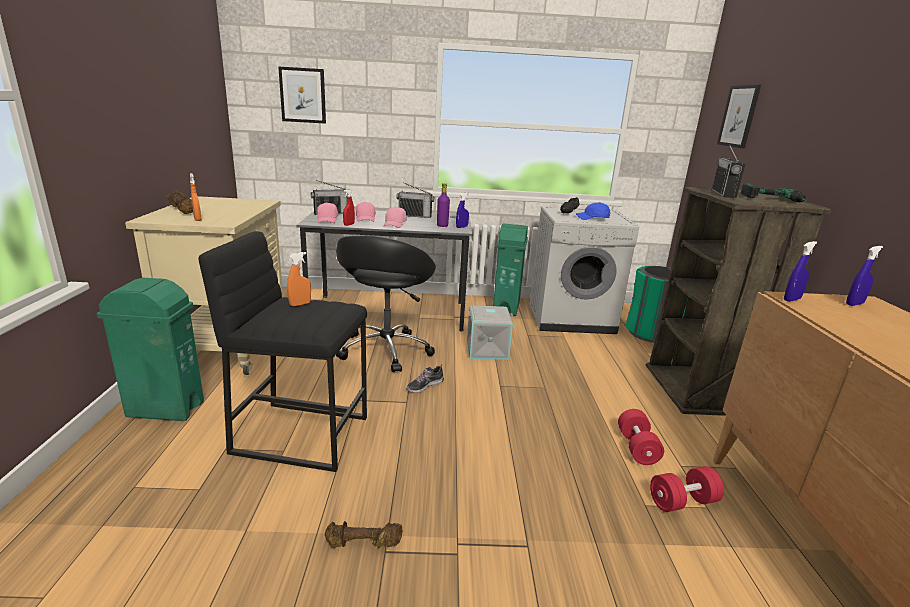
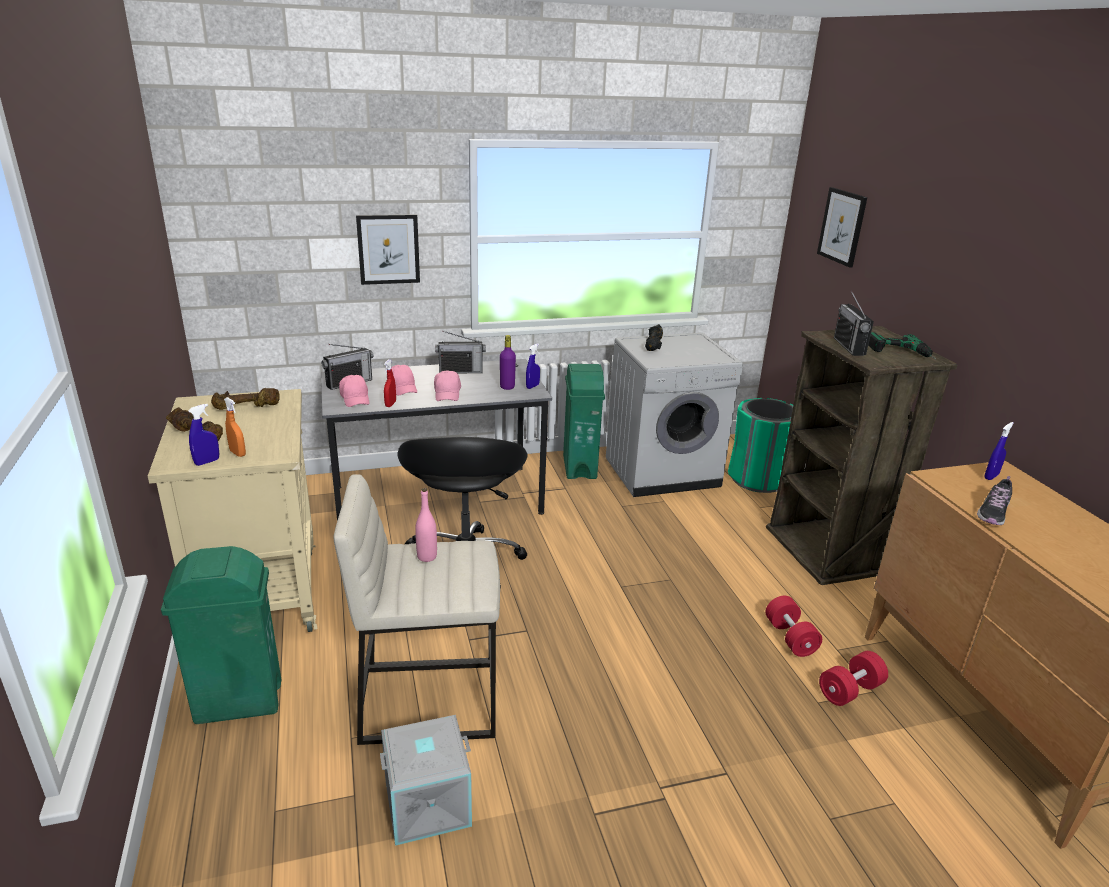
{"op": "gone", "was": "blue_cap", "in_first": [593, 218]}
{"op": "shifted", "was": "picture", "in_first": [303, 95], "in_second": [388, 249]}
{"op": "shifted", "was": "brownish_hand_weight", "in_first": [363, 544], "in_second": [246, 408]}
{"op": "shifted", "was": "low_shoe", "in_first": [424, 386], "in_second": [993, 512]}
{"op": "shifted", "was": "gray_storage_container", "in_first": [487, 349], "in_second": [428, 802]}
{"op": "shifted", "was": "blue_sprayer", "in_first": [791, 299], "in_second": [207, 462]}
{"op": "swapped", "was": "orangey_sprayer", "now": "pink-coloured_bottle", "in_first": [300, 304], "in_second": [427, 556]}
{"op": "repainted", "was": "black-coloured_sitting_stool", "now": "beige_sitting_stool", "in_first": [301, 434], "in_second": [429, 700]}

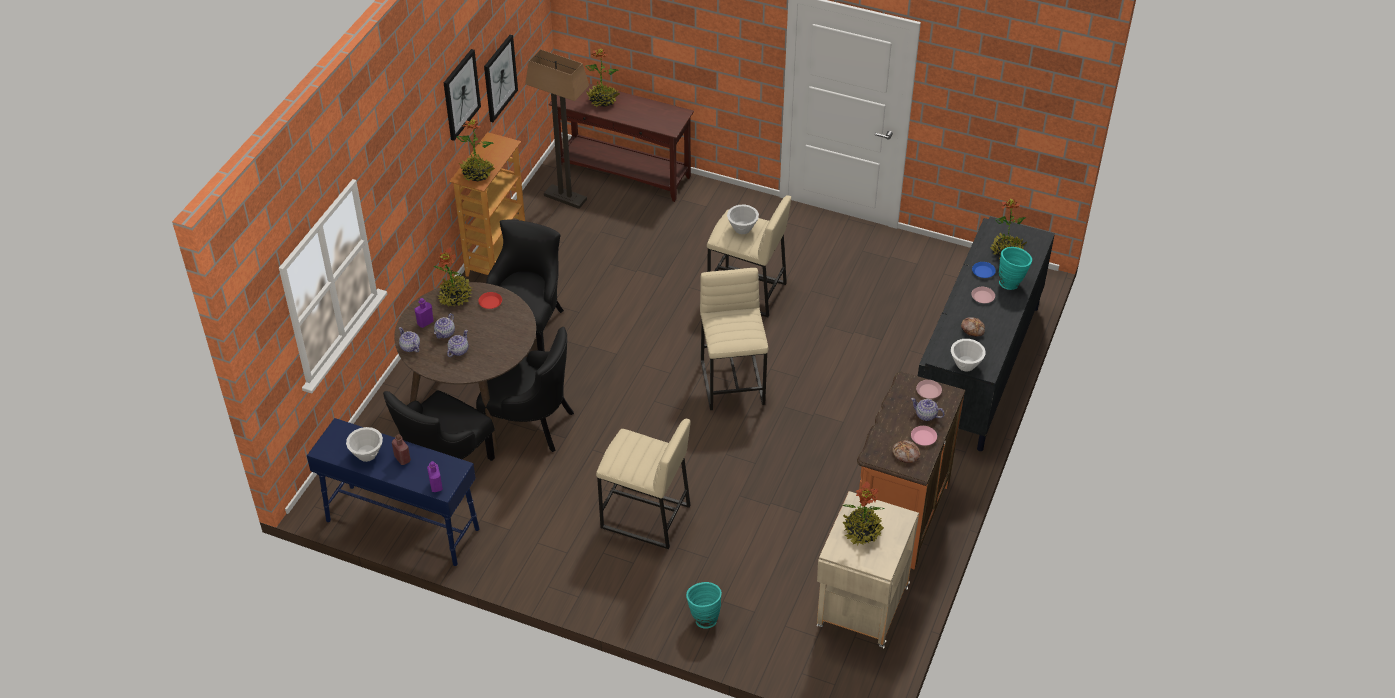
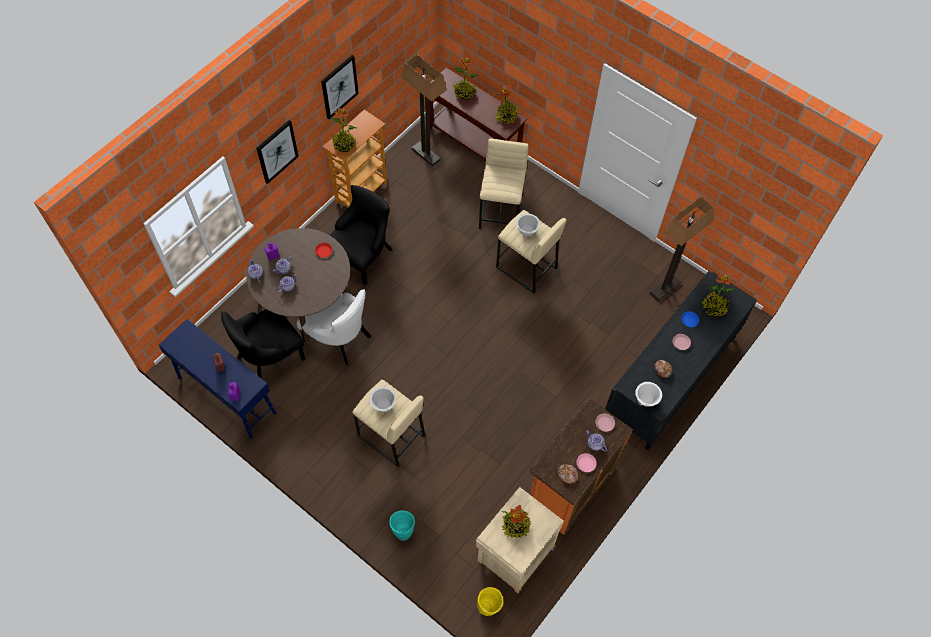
{"op": "gone", "was": "turquoise_decorative_vase", "in_first": [1011, 282]}
{"op": "new", "now": "yellow_decorative_vase", "in_second": [489, 606]}
{"op": "new", "now": "standing_lamp", "in_second": [665, 288]}
{"op": "shifted", "was": "white_deep_dish", "in_first": [367, 454], "in_second": [383, 405]}
{"op": "shifted", "was": "potted_plant", "in_first": [455, 297], "in_second": [506, 116]}
{"op": "shifted", "was": "picture", "in_first": [499, 78], "in_second": [277, 151]}
{"op": "shifted", "was": "beige_sitting_stool", "in_first": [732, 382], "in_second": [500, 212]}
{"op": "repainted", "was": "black-coloured_plain_chair", "now": "white_plain_chair", "in_first": [528, 424], "in_second": [337, 337]}

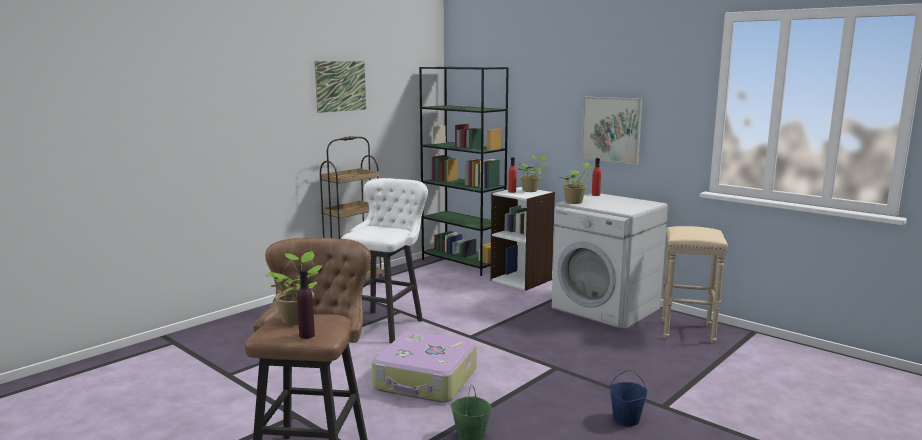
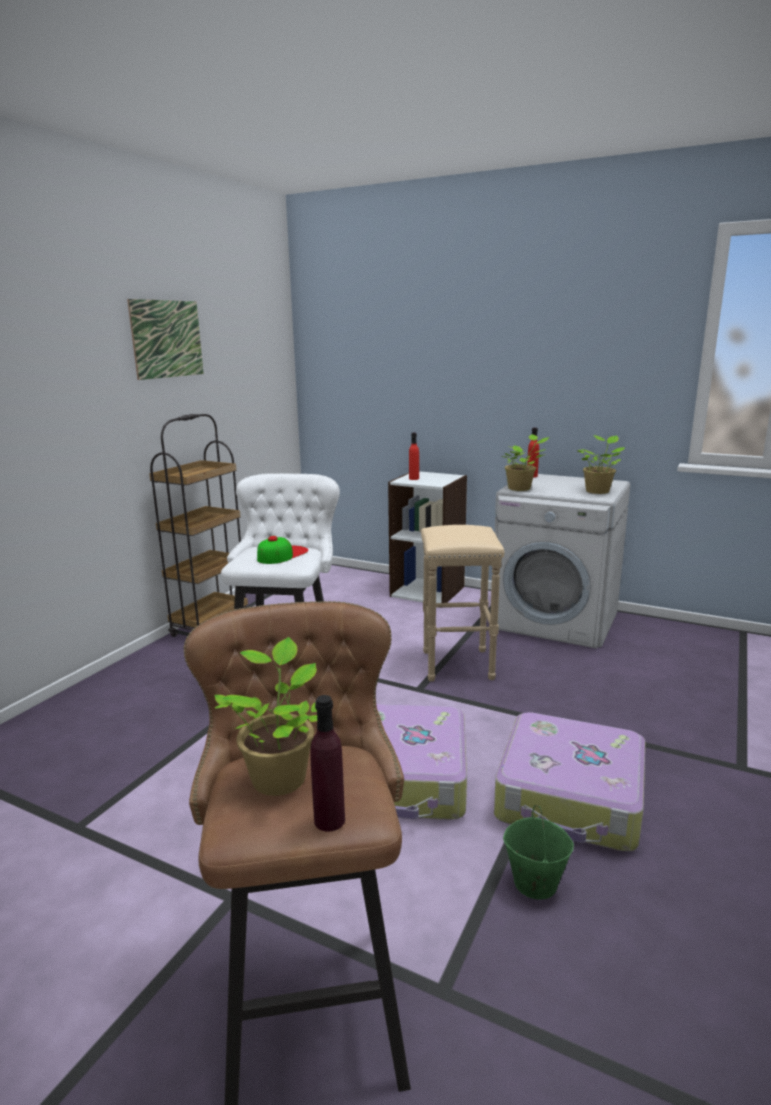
{"op": "gone", "was": "green_shelving_unit", "in_first": [463, 263]}
{"op": "gone", "was": "picture", "in_first": [611, 129]}
{"op": "gone", "was": "blue_water_bucket", "in_first": [626, 420]}
{"op": "new", "now": "cap", "in_second": [282, 554]}
{"op": "new", "now": "suitcase", "in_second": [570, 798]}
{"op": "shifted", "was": "potted_plant", "in_first": [531, 190], "in_second": [598, 491]}
{"op": "shifted", "was": "beige_sitting_stool", "in_first": [688, 331], "in_second": [459, 664]}

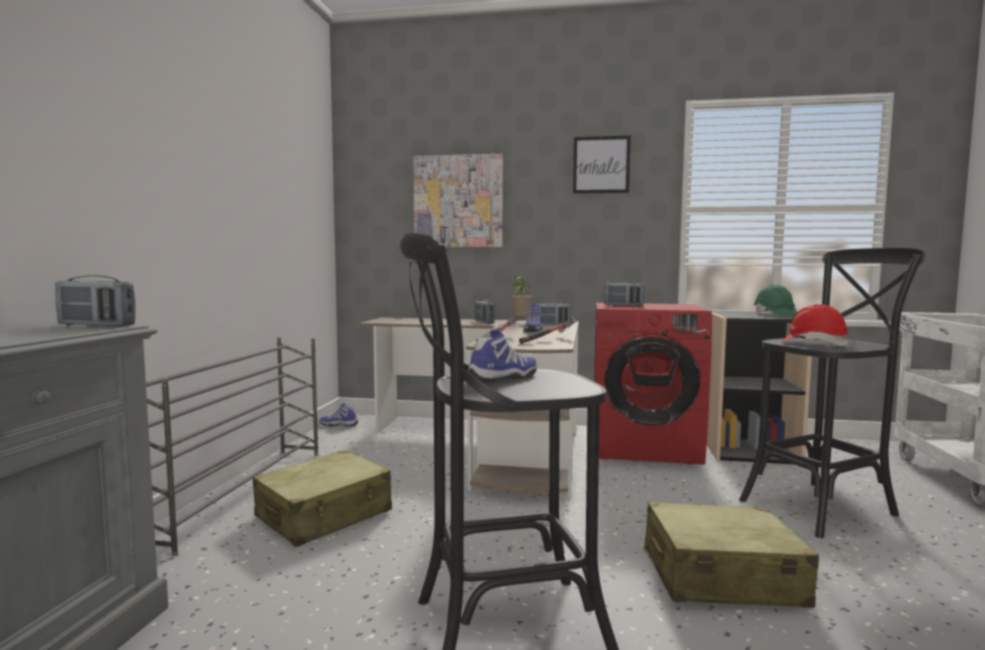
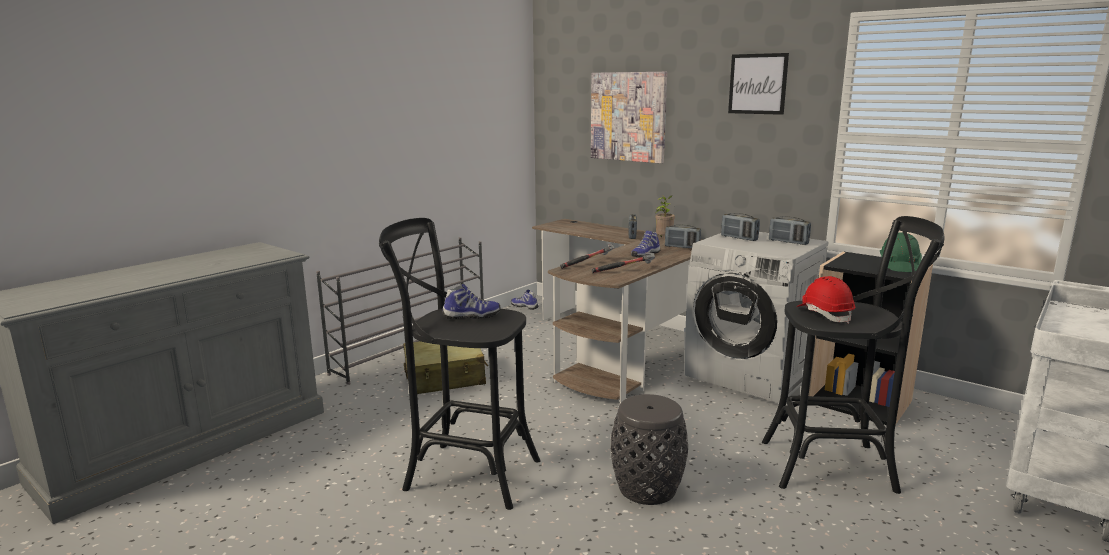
{"op": "shifted", "was": "radio_receiver", "in_first": [96, 325], "in_second": [788, 242]}
{"op": "swapped", "was": "beige_suitcase", "now": "gray_sitting_stool", "in_first": [720, 577], "in_second": [647, 488]}
{"op": "repainted", "was": "red-coloured_washing_machine", "now": "white_washing_machine", "in_first": [644, 450], "in_second": [749, 378]}

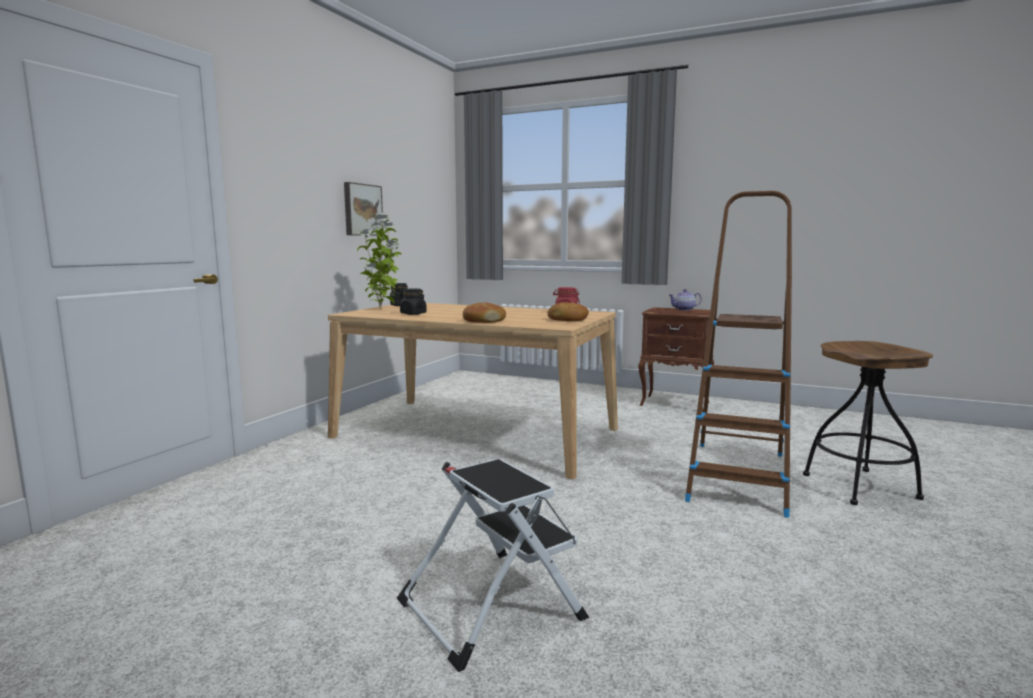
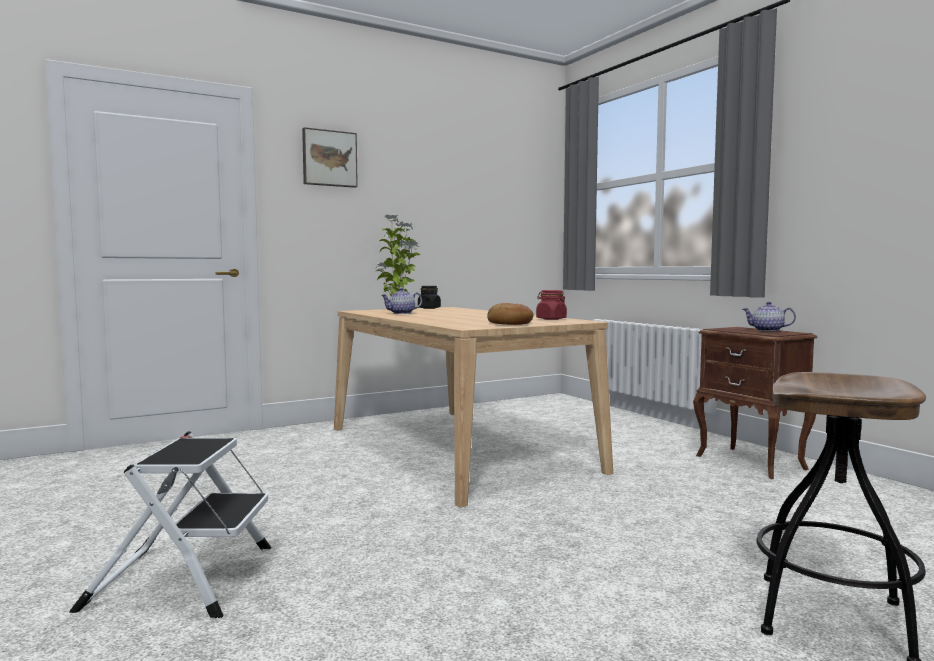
{"op": "gone", "was": "baked_bread", "in_first": [483, 321]}
{"op": "gone", "was": "brownish_stepladder", "in_first": [738, 476]}
{"op": "shifted", "was": "picture", "in_first": [362, 210], "in_second": [329, 158]}
{"op": "swapped", "was": "black-coloured_preserve_jar", "now": "teapot", "in_first": [413, 314], "in_second": [401, 313]}

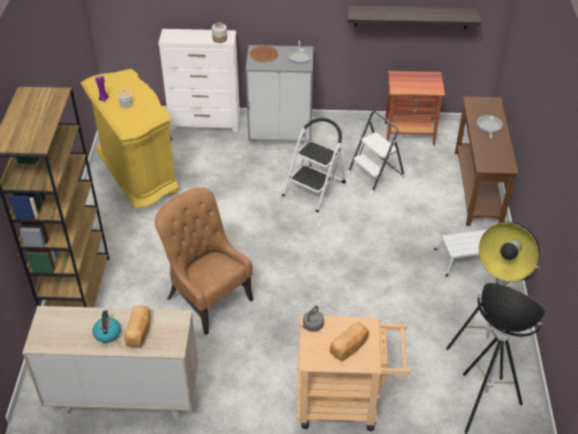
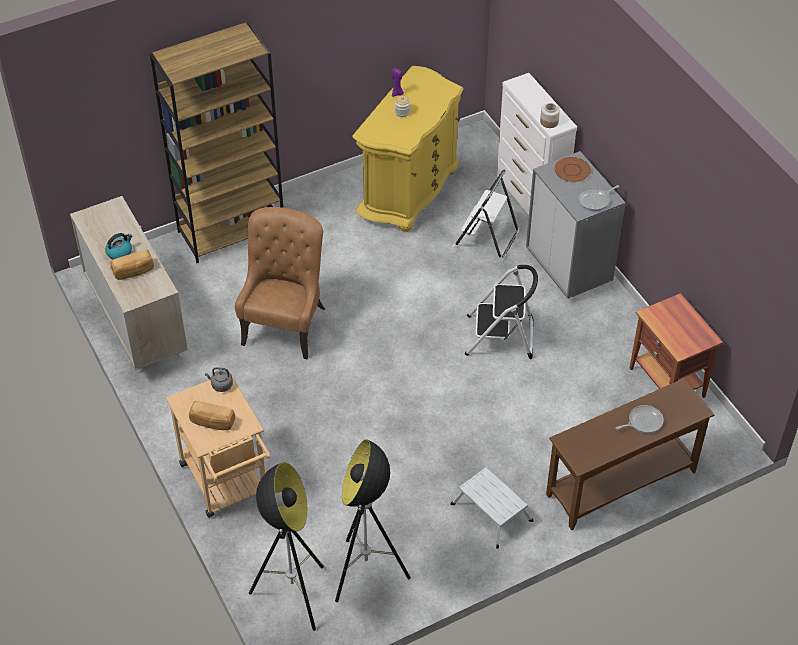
{"op": "gone", "was": "shelf", "in_first": [411, 17]}
{"op": "shifted", "was": "white_stepladder", "in_first": [377, 174], "in_second": [488, 240]}

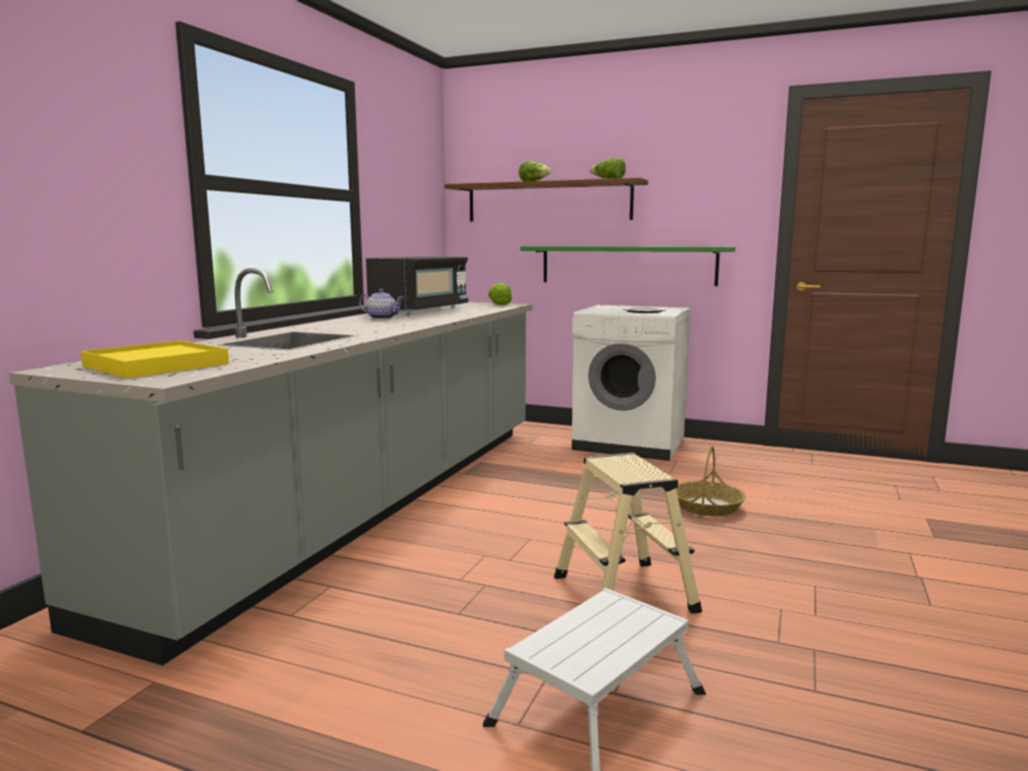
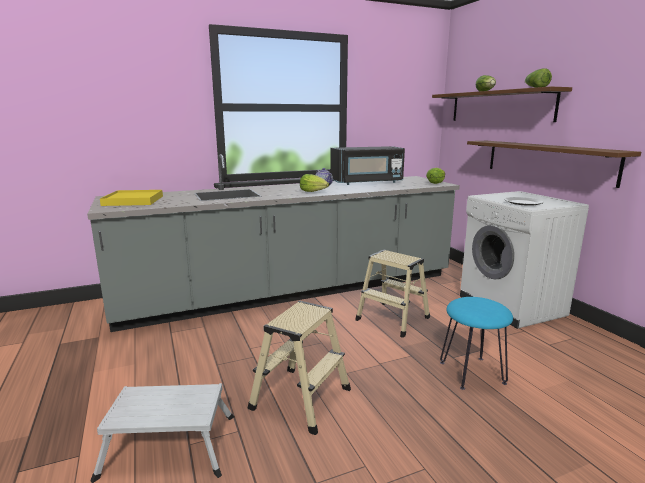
{"op": "new", "now": "lettuce_head", "in_second": [313, 191]}
{"op": "new", "now": "beige_stepladder", "in_second": [393, 318]}
{"op": "swapped", "was": "basket", "now": "turquoise_sitting_stool", "in_first": [707, 506], "in_second": [472, 372]}
{"op": "repainted", "was": "green_shelf", "now": "brownish_shelf", "in_first": [627, 265], "in_second": [547, 161]}

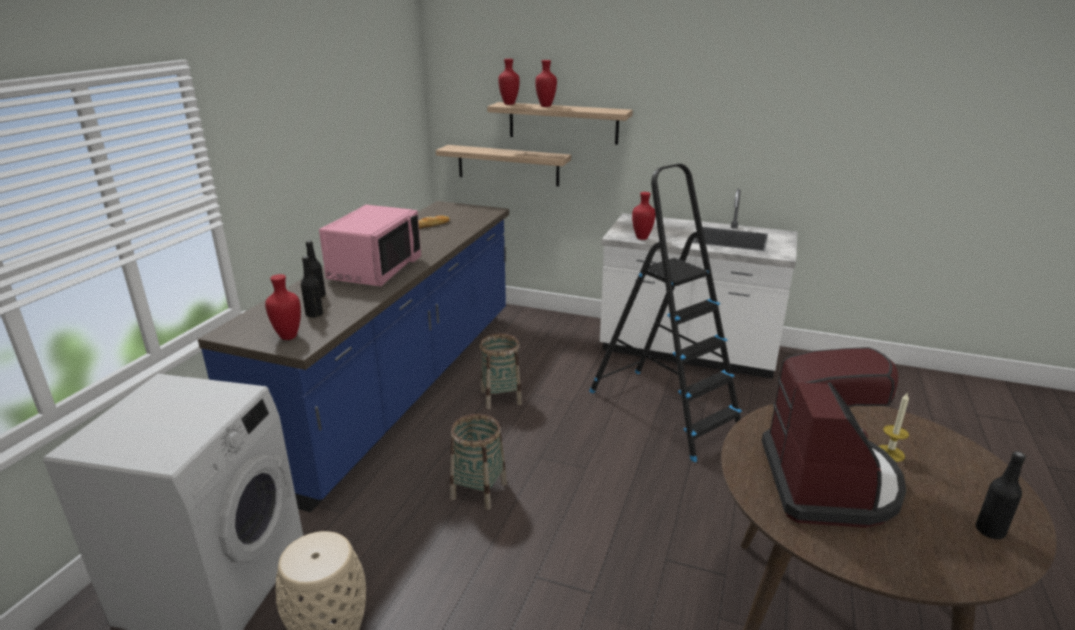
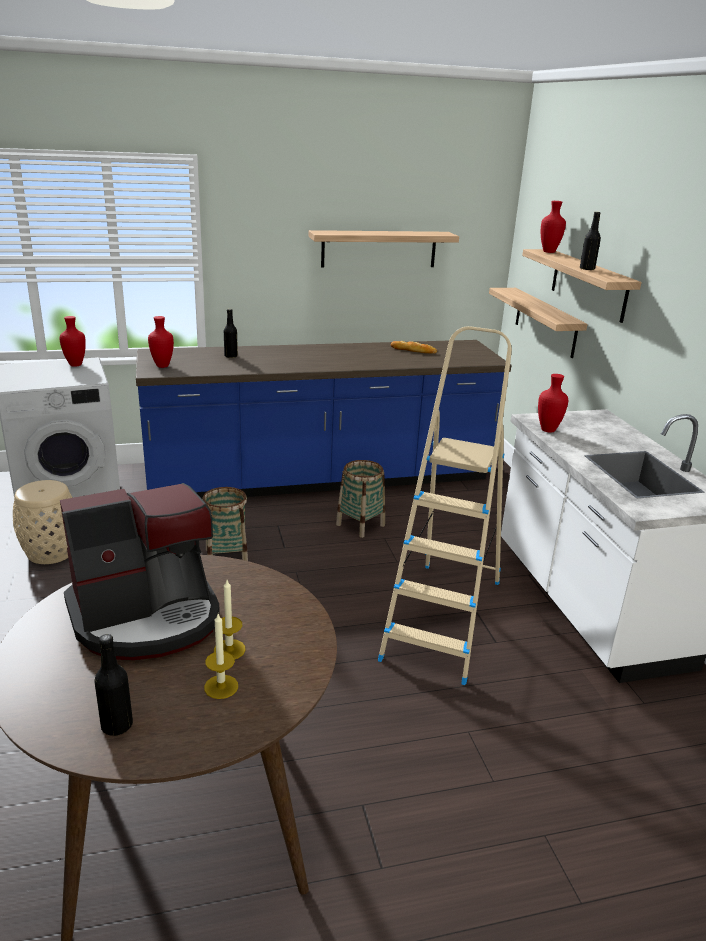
{"op": "gone", "was": "pink-coloured_microwave", "in_first": [374, 269]}
{"op": "new", "now": "wax_candle", "in_second": [221, 686]}
{"op": "new", "now": "shelf", "in_second": [379, 249]}
{"op": "shifted", "was": "black-coloured_bottle", "in_first": [314, 314], "in_second": [587, 269]}
{"op": "shifted", "was": "red-coloured_decorative_vase", "in_first": [545, 106], "in_second": [76, 364]}
{"op": "repainted", "was": "black-coloured_stepladder", "now": "beige_stepladder", "in_first": [663, 412], "in_second": [443, 618]}

